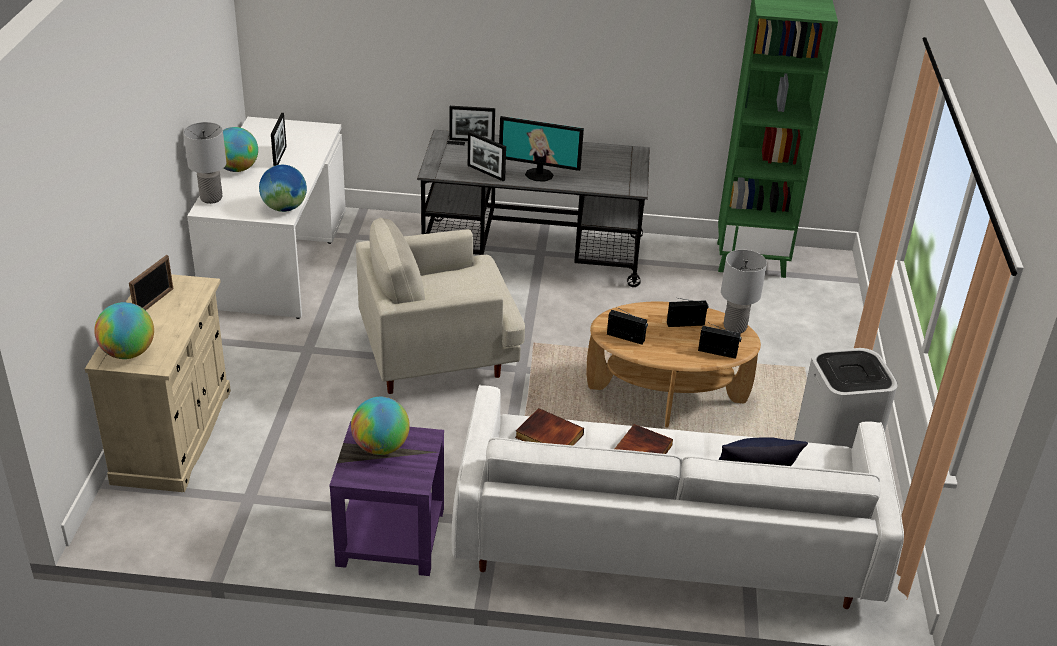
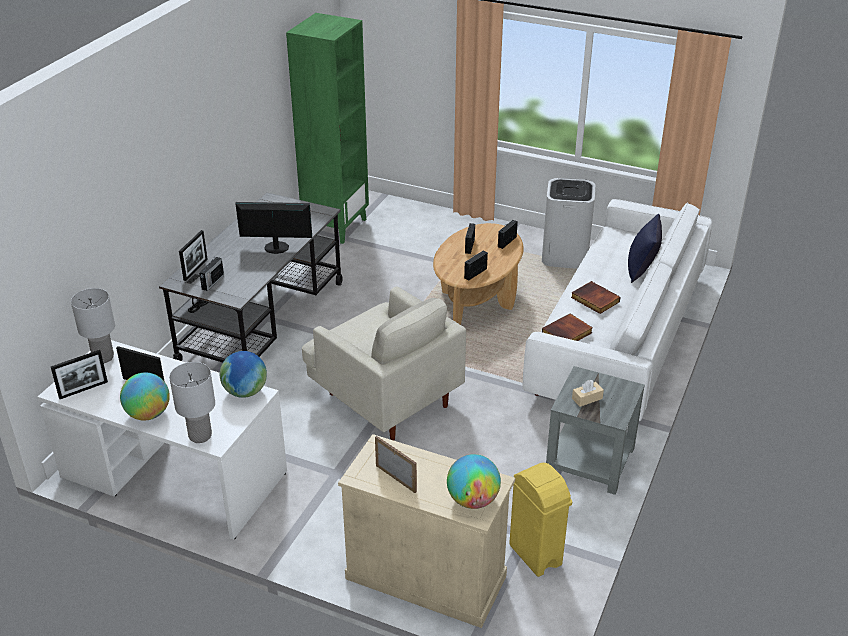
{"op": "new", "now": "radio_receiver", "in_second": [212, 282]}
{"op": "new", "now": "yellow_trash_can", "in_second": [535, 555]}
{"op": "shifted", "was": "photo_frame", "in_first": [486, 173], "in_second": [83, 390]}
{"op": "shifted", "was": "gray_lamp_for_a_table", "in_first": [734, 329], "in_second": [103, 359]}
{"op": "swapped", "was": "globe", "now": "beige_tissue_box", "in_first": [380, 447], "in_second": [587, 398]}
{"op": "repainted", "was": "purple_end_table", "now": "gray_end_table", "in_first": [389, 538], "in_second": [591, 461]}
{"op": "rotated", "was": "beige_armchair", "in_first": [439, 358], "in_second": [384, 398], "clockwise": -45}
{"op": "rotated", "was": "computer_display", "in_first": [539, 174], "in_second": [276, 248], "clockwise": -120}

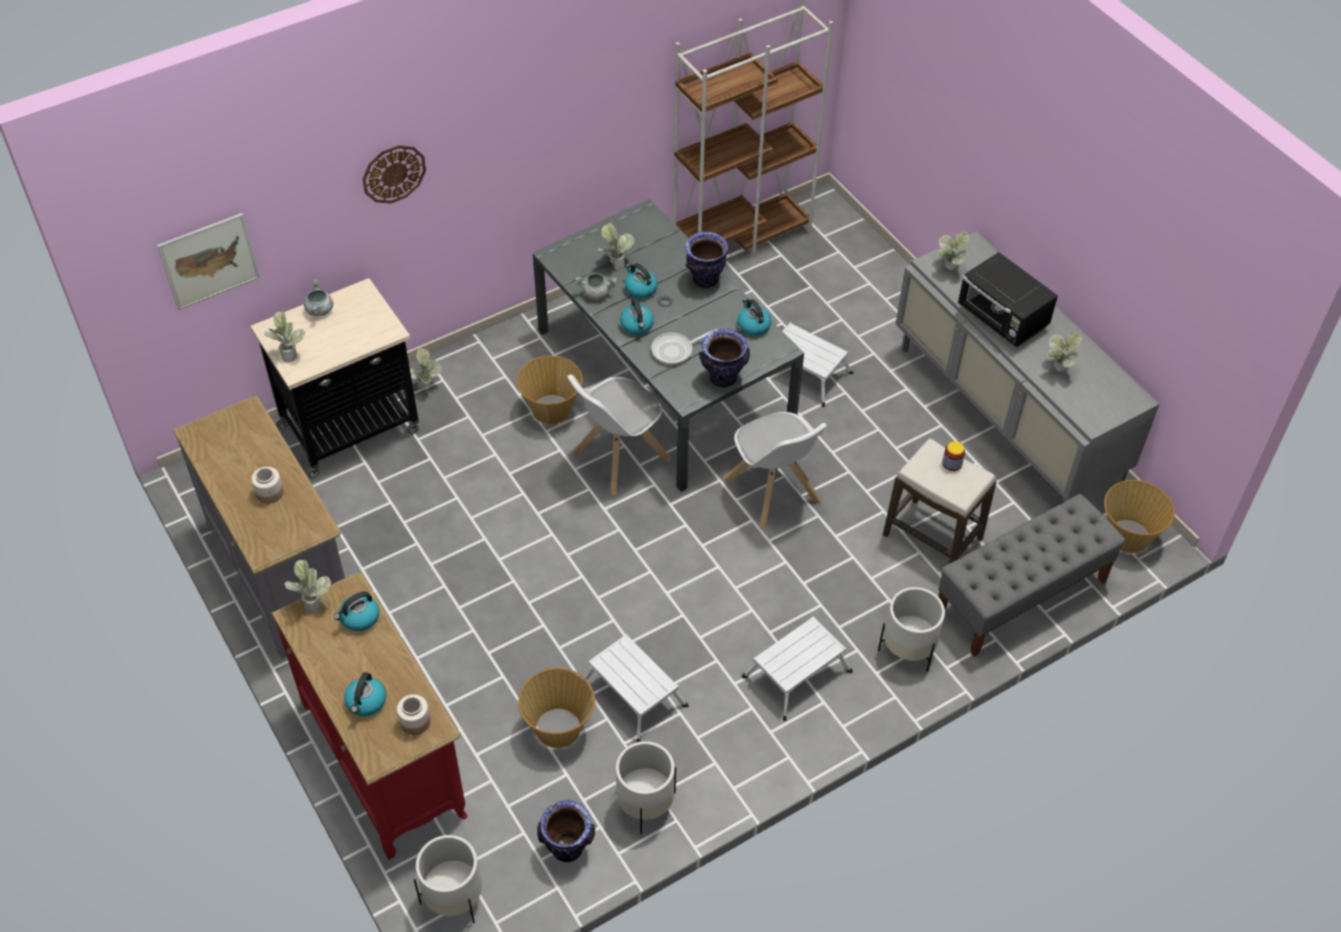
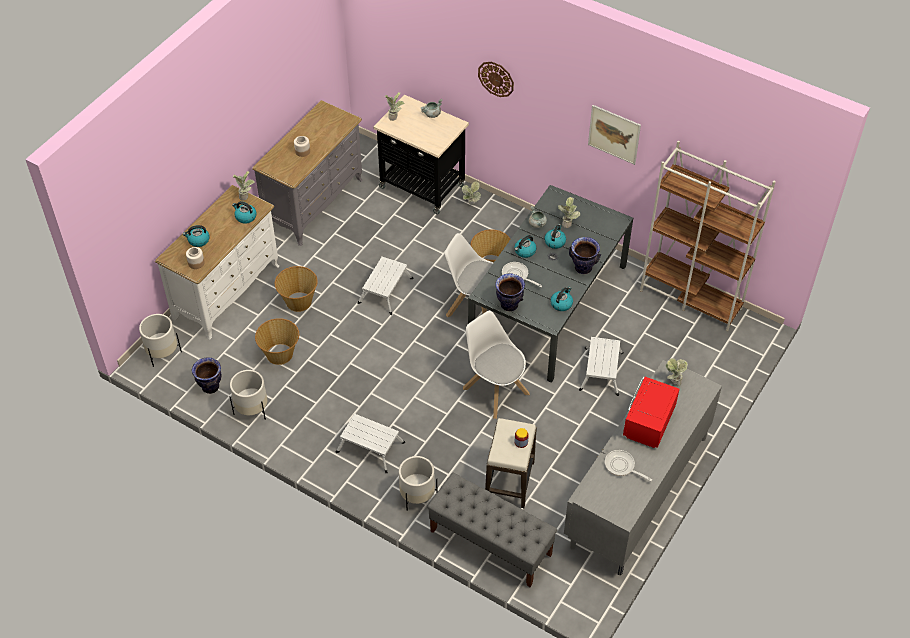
{"op": "shifted", "was": "picture", "in_first": [209, 261], "in_second": [614, 134]}
{"op": "shifted", "was": "white_stepladder", "in_first": [633, 693], "in_second": [385, 290]}
{"op": "shifted", "was": "basket", "in_first": [1128, 536], "in_second": [298, 301]}
{"op": "swapped", "was": "potted_plant", "now": "frying_pan", "in_first": [1057, 370], "in_second": [621, 466]}
{"op": "repainted", "was": "red-coloured_drawer_chest", "now": "white_drawer_chest", "in_first": [385, 757], "in_second": [228, 292]}
{"op": "repainted", "was": "black-coloured_microwave", "now": "red-coloured_microwave", "in_first": [1002, 319], "in_second": [647, 423]}
{"op": "rotated", "was": "plain_chair", "in_first": [773, 493], "in_second": [494, 389], "clockwise": 105}

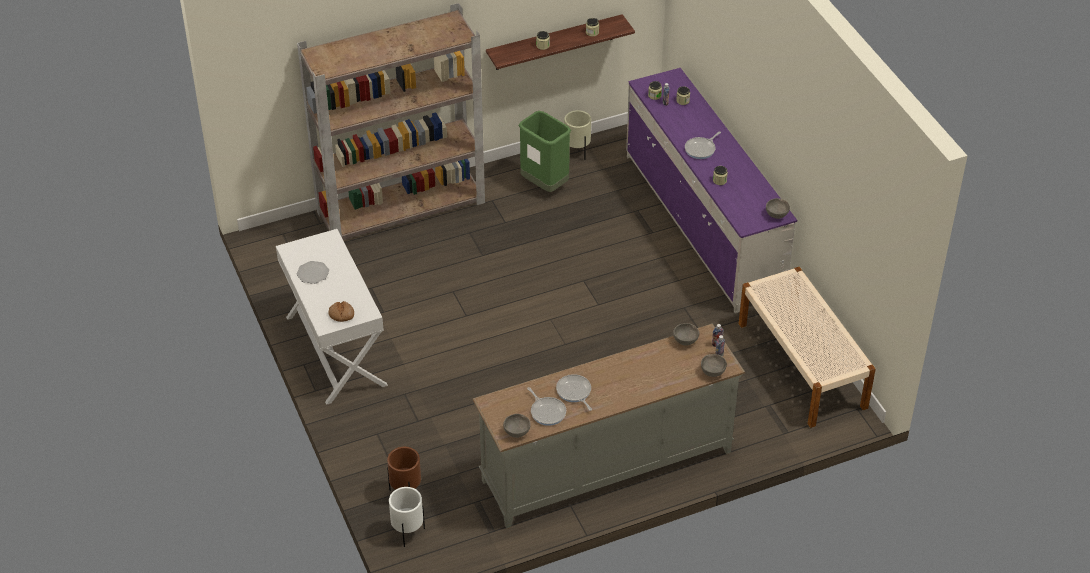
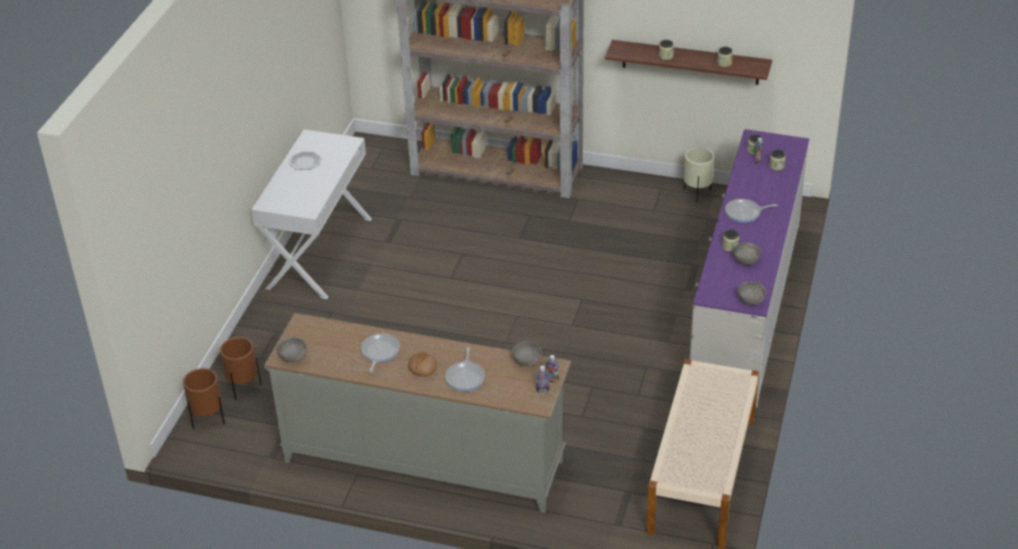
{"op": "gone", "was": "green_trash_can", "in_first": [545, 185]}
{"op": "shifted", "was": "baked_bread", "in_first": [341, 314], "in_second": [422, 368]}
{"op": "shifted", "was": "frying_pan", "in_first": [547, 411], "in_second": [465, 377]}
{"op": "shifted", "was": "gray_deep_dish", "in_first": [713, 372], "in_second": [746, 261]}
{"op": "repainted", "was": "white_plant_pot", "now": "brownish_plant_pot", "in_first": [408, 533], "in_second": [208, 420]}

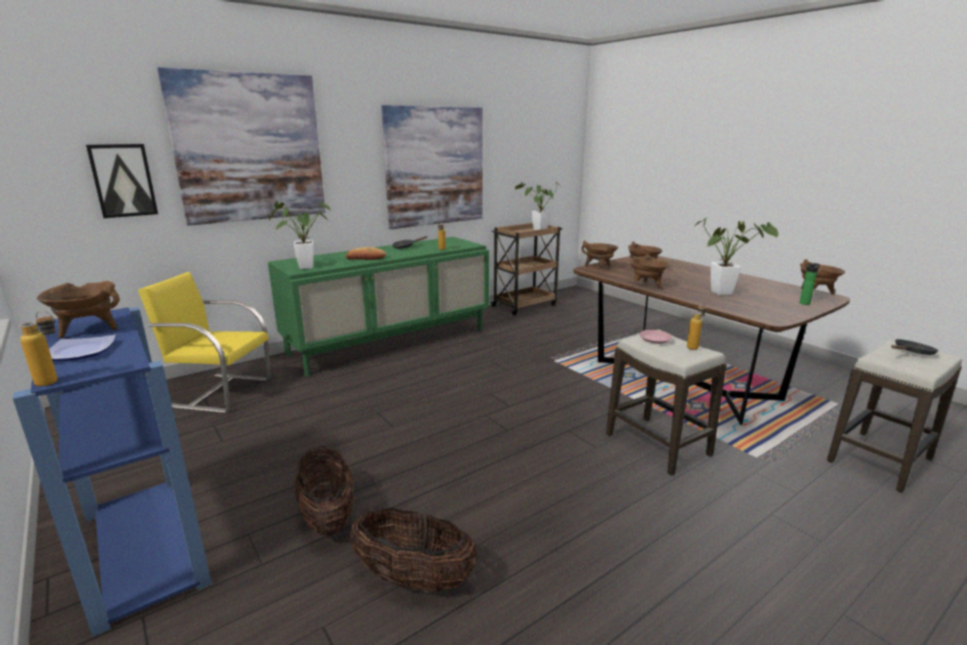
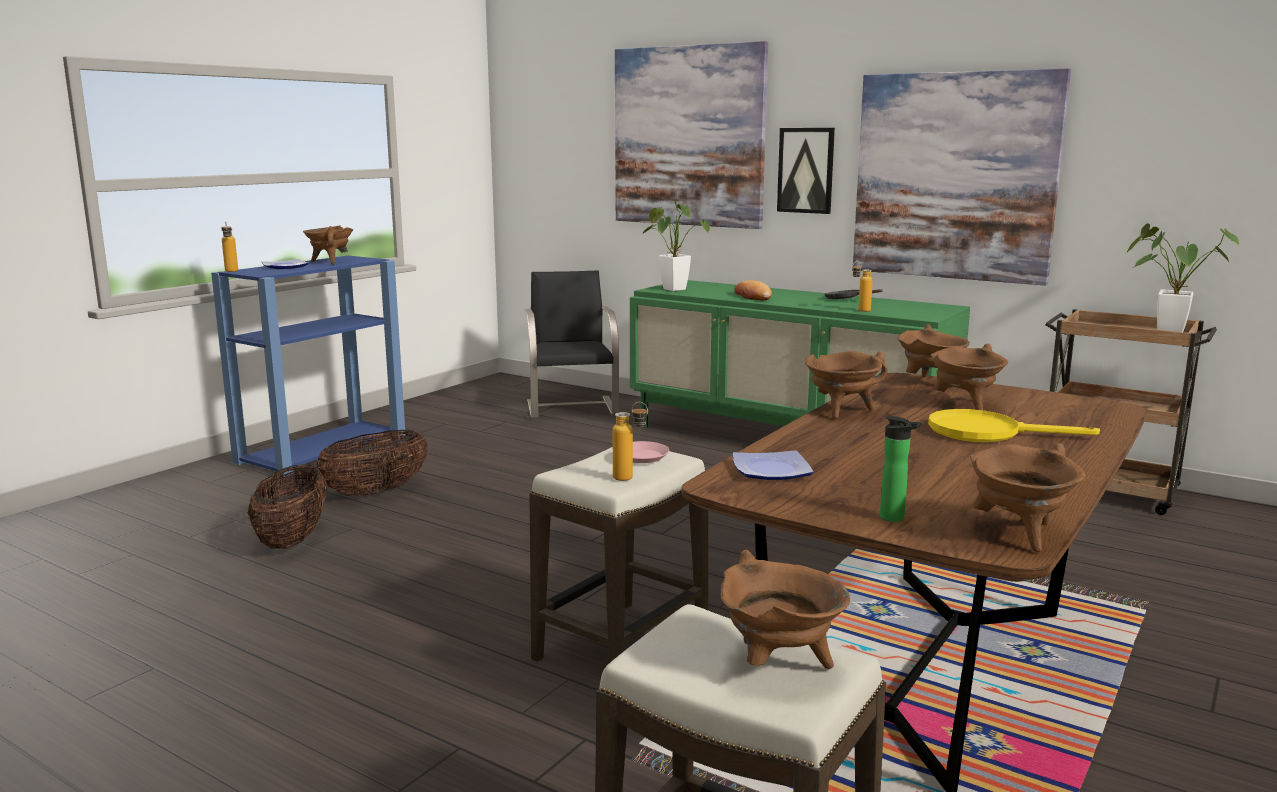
{"op": "gone", "was": "potted_plant", "in_first": [726, 293]}
{"op": "new", "now": "plate", "in_second": [772, 470]}
{"op": "new", "now": "yellow_frying_pan", "in_second": [987, 432]}
{"op": "shifted", "was": "picture", "in_first": [123, 180], "in_second": [806, 170]}
{"op": "swapped", "was": "black-coloured_frying_pan", "now": "brownish_cooking_pot", "in_first": [911, 352], "in_second": [779, 665]}
{"op": "repainted", "was": "yellow_plain_chair", "now": "black-coloured_plain_chair", "in_first": [221, 392], "in_second": [572, 407]}

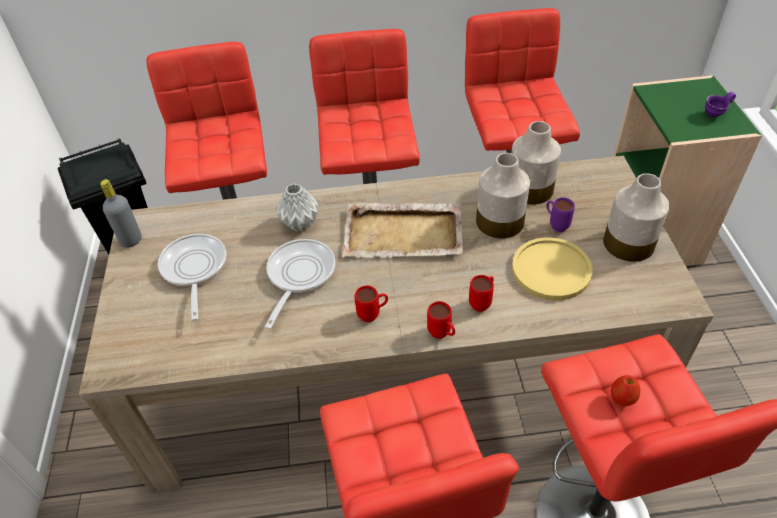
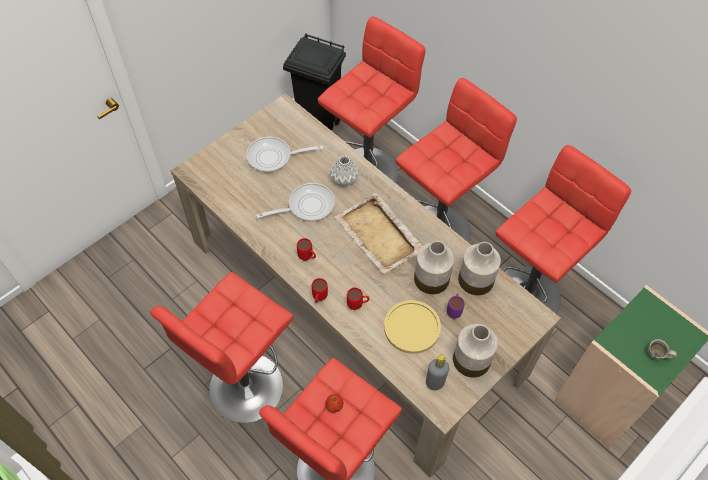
{"op": "shifted", "was": "gray_bottle", "in_first": [131, 240], "in_second": [434, 382]}
{"op": "repainted", "was": "purple_mug", "now": "gray_mug", "in_first": [715, 115], "in_second": [656, 356]}
{"op": "rotated", "was": "frying_pan", "in_first": [194, 270], "in_second": [273, 157], "clockwise": -135}

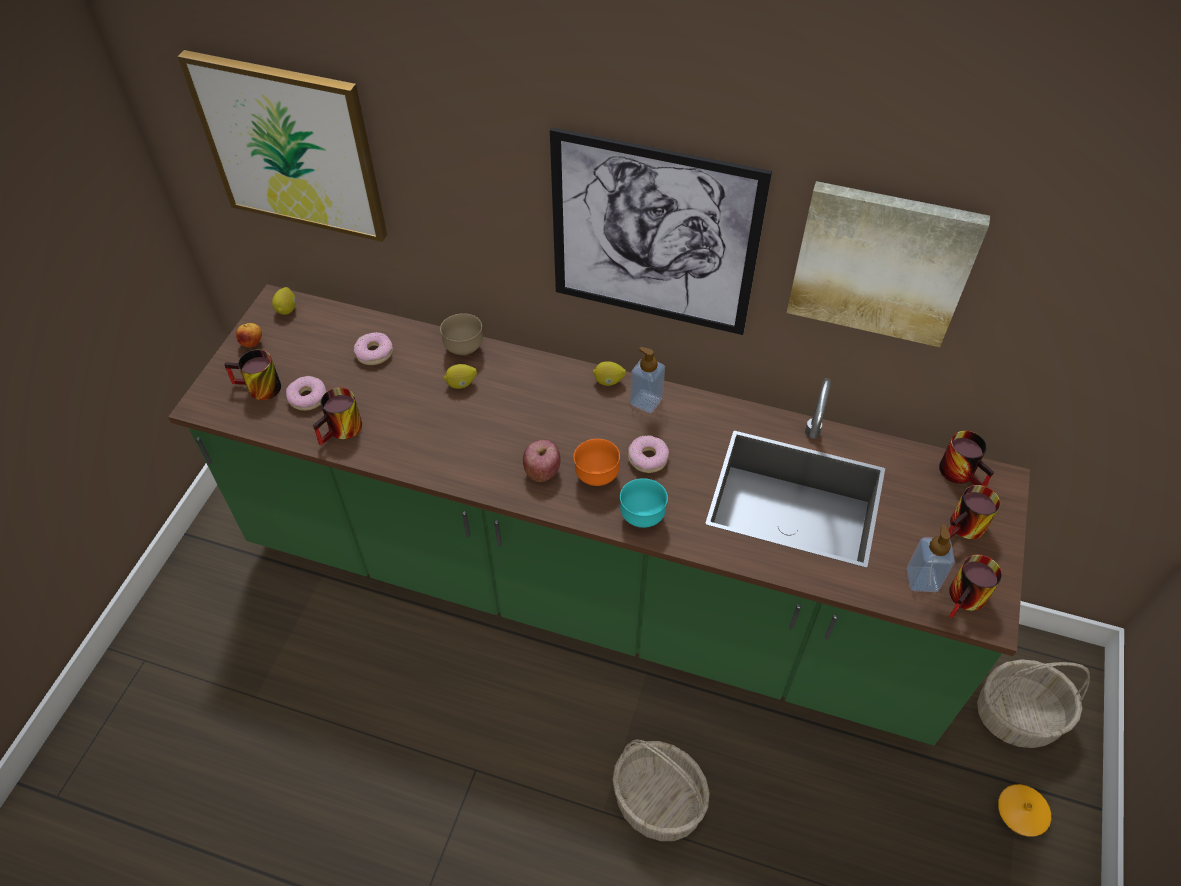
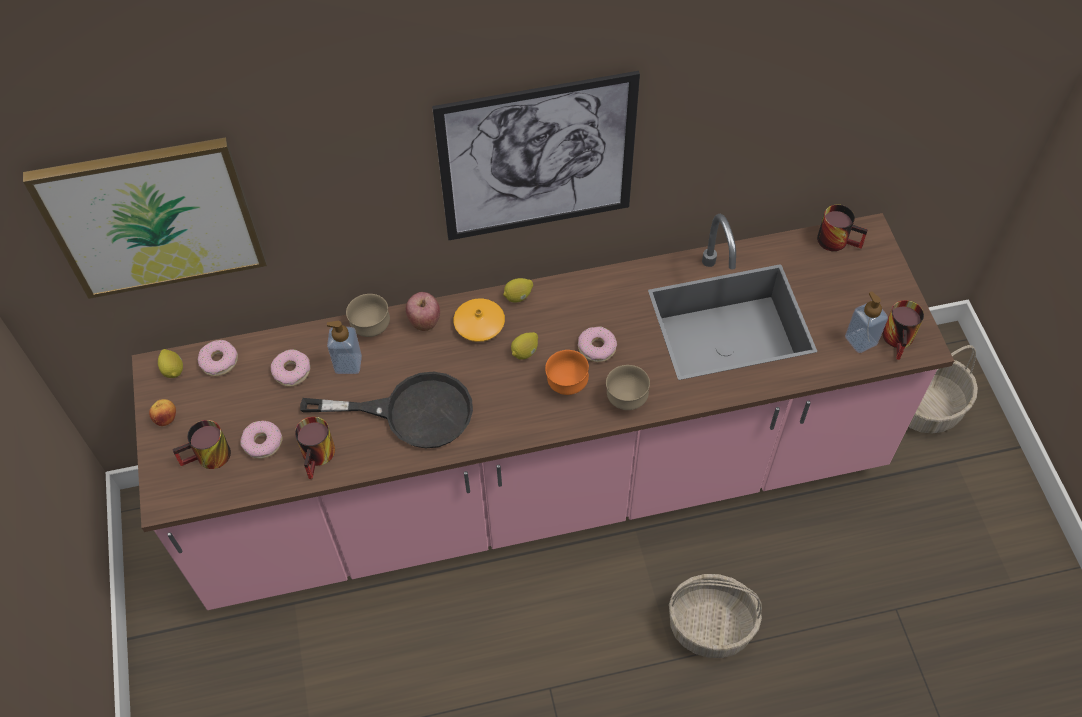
{"op": "gone", "was": "picture", "in_first": [881, 262]}
{"op": "gone", "was": "mug", "in_first": [966, 530]}
{"op": "new", "now": "ring_doughnut", "in_second": [219, 361]}
{"op": "new", "now": "black-coloured_frying_pan", "in_second": [412, 412]}
{"op": "shifted", "was": "citrus_fruit", "in_first": [461, 384], "in_second": [525, 352]}
{"op": "shifted", "was": "whole_apple", "in_first": [542, 471], "in_second": [424, 321]}
{"op": "shifted", "was": "liquid_soap_bottle", "in_first": [646, 401], "in_second": [348, 364]}
{"op": "shifted", "was": "orangey_decorative_vase", "in_first": [1021, 813], "in_second": [479, 324]}
{"op": "repainted", "was": "green_kitchen_counter", "now": "pink-coloured_kitchen_counter", "in_first": [590, 588], "in_second": [543, 484]}
{"op": "repainted", "was": "turquoise_deep_dish", "now": "brownish_deep_dish", "in_first": [642, 516], "in_second": [626, 399]}

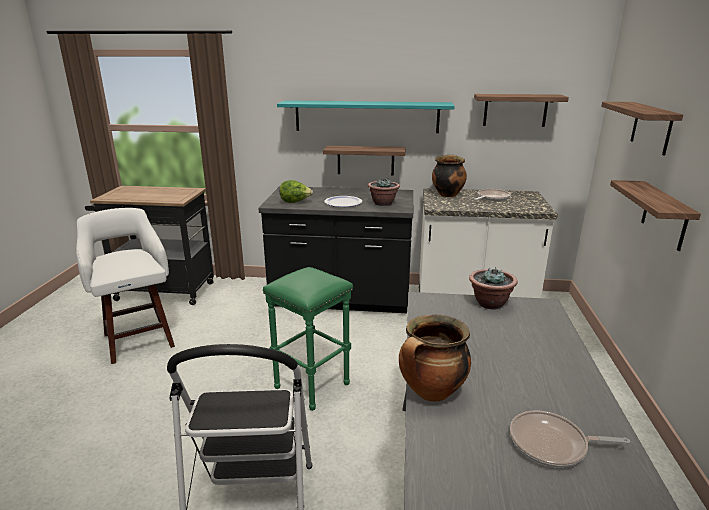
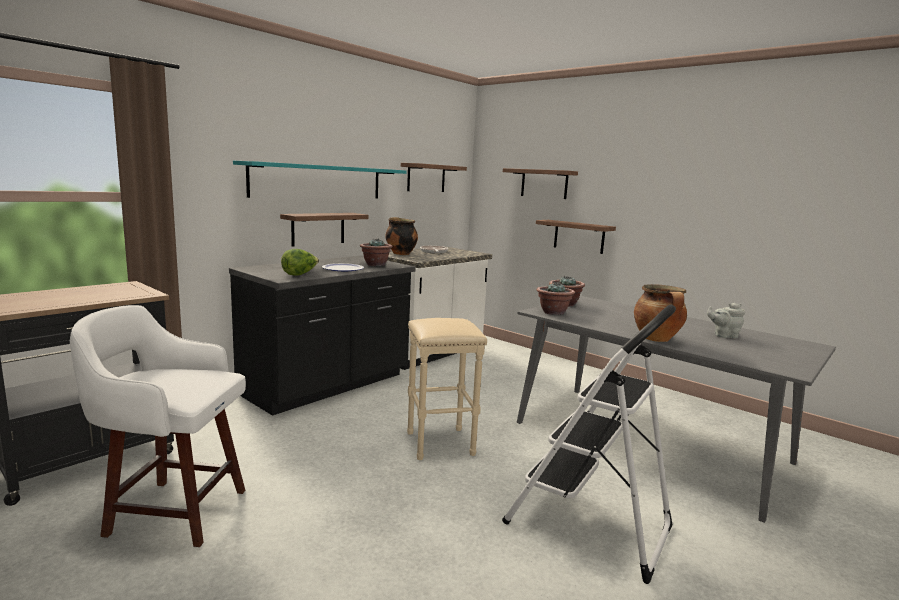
{"op": "new", "now": "potted_plant", "in_second": [553, 312]}
{"op": "swapped", "was": "frying_pan", "now": "gray_teapot", "in_first": [552, 444], "in_second": [723, 335]}
{"op": "repainted", "was": "green_sitting_stool", "now": "beige_sitting_stool", "in_first": [312, 386], "in_second": [442, 444]}

